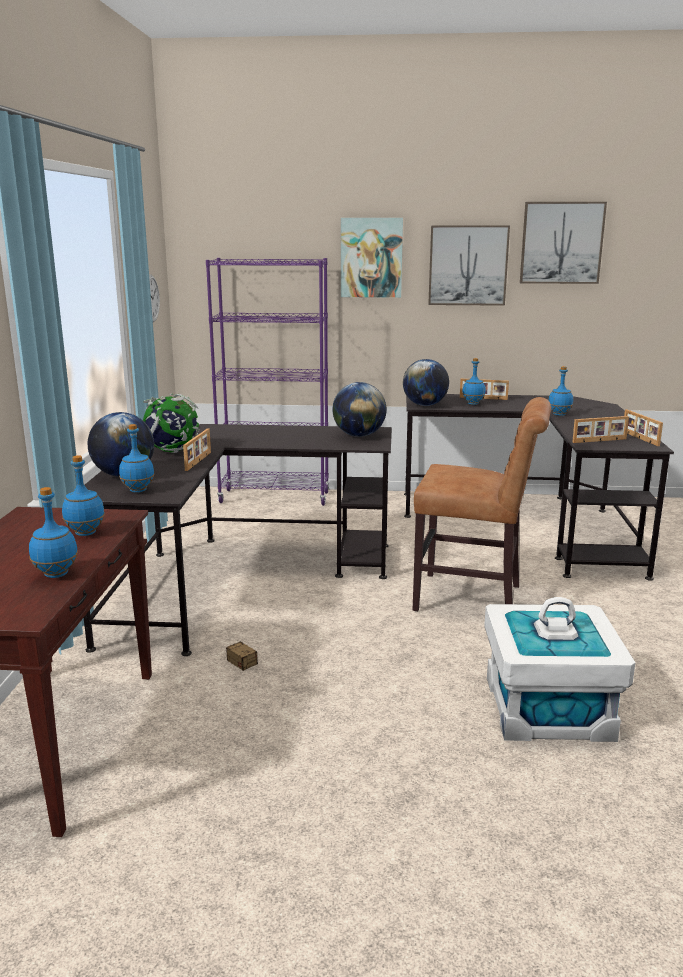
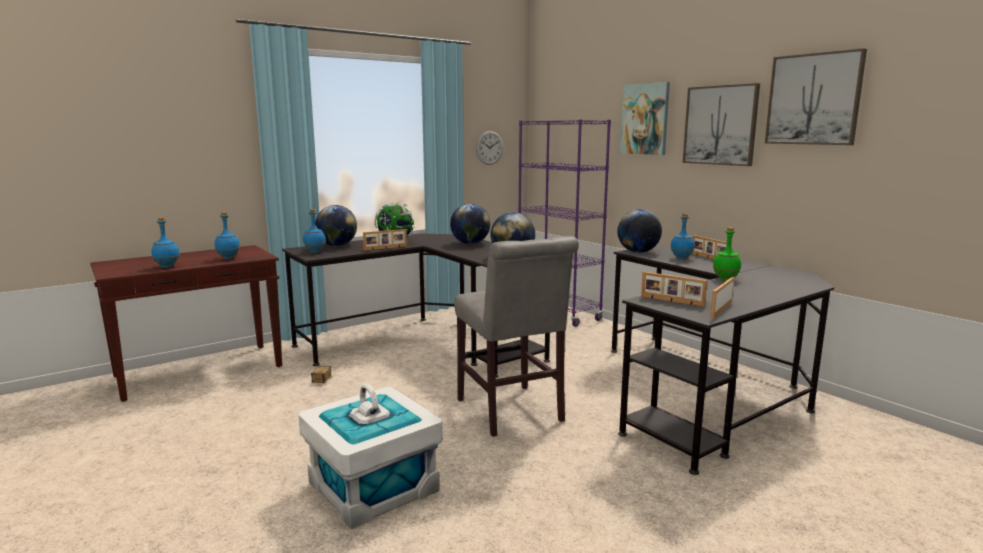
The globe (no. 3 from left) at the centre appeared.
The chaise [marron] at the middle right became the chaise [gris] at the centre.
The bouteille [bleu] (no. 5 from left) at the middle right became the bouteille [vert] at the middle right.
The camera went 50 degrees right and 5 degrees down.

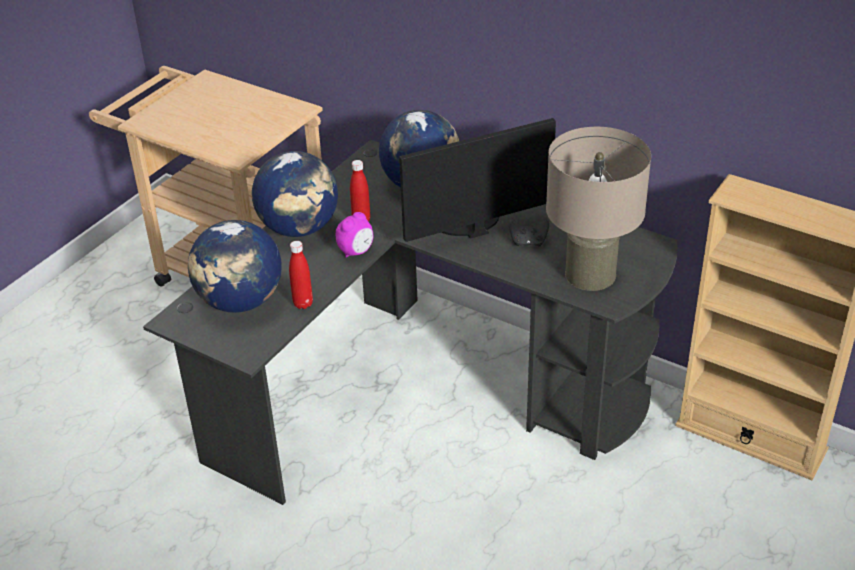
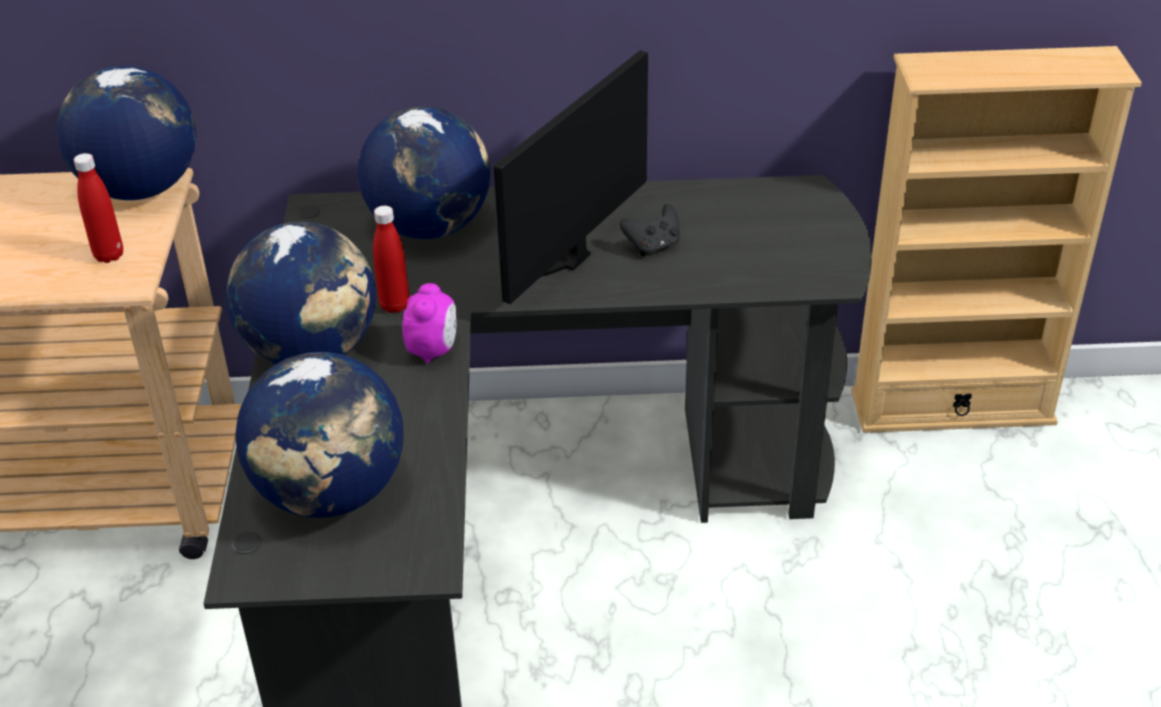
The globe (no. 1 from left) at the top left appeared.
The bouteille [rouge] (no. 1 from left) moved from the centre to the top left.
The lampe de table [beige] at the middle right disappeared.
The camera went 35 degrees left and 0 degrees up.

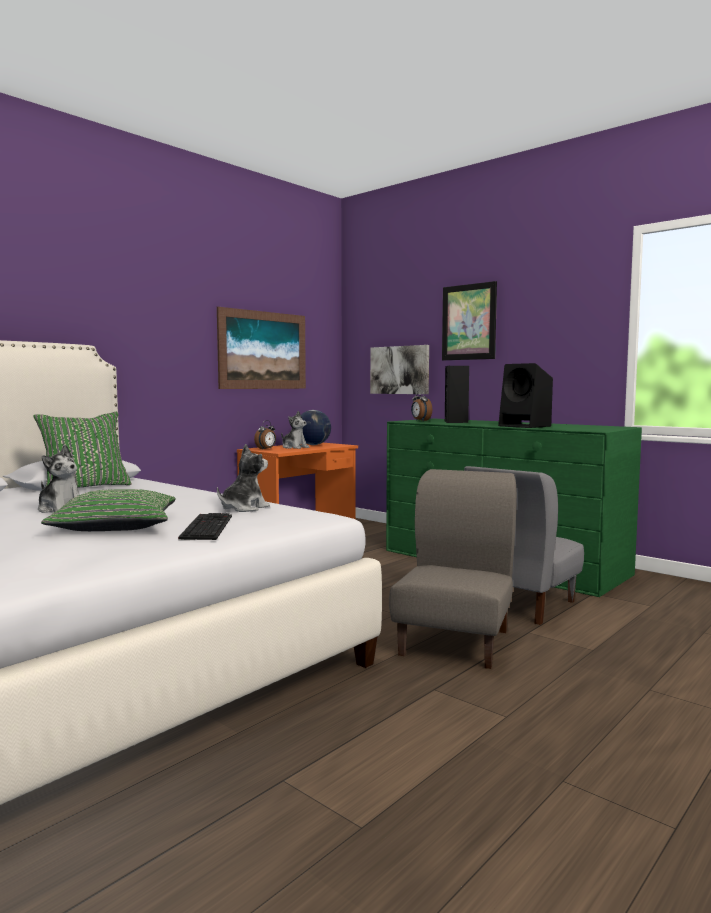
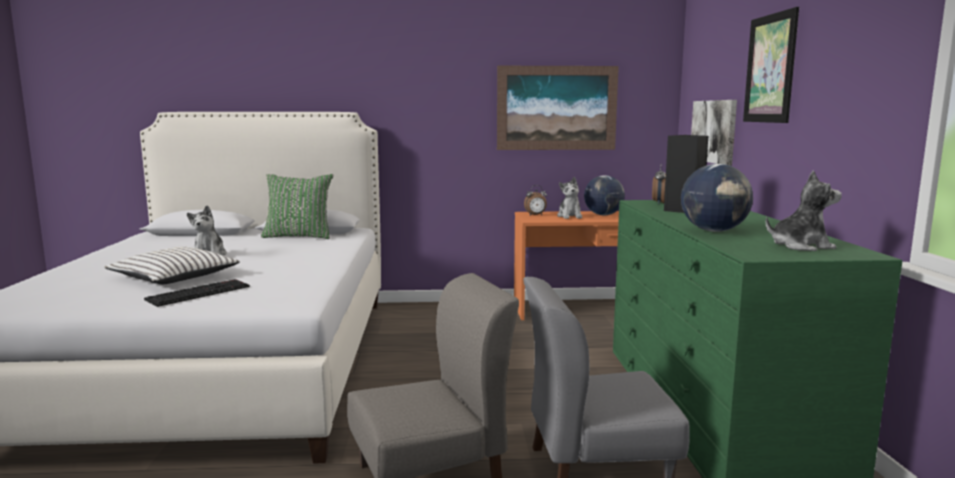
The coussin [vert] (no. 2 from left) at the middle left became the coussin [blanc] at the middle left.
The enceinte [noir] (no. 2 from left) at the middle right was replaced by the globe (no. 2 from left) at the middle right.
The peluche (no. 2 from left in the first image) moved from the centre to the middle right.
The camera went 45 degrees right and 5 degrees up.

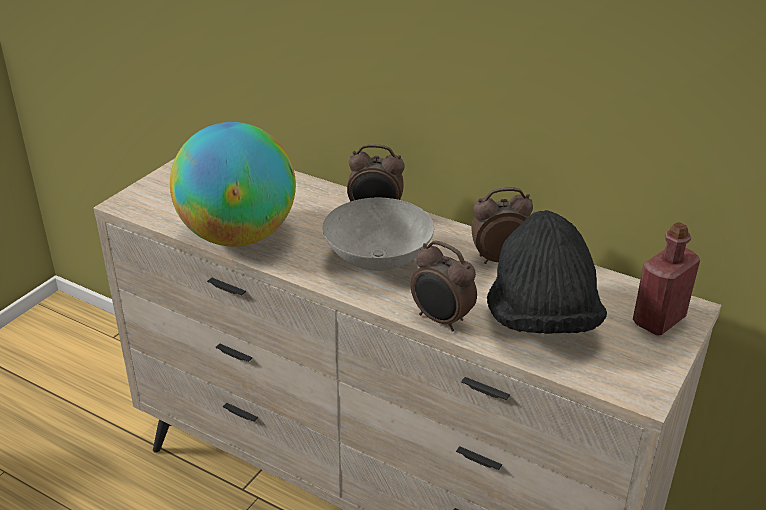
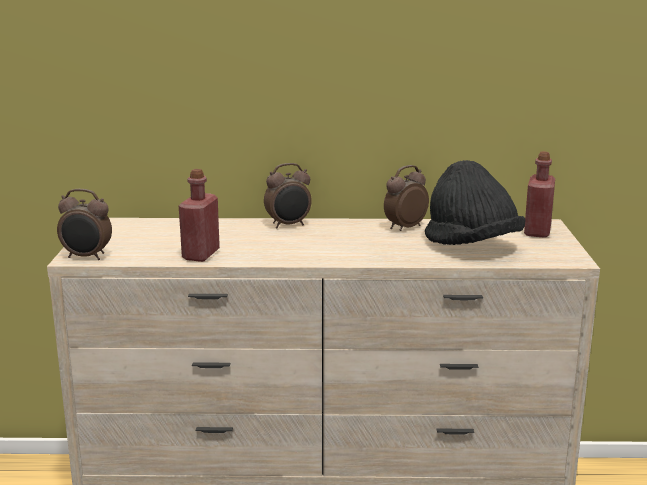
The réveil (no. 2 from left in the first image) moved from the centre to the middle left.
The globe at the middle left was replaced by the bouteille [rouge] (no. 1 from left) at the middle left.
The bol [gris] at the centre disappeared.
The camera went 30 degrees left and 15 degrees down.

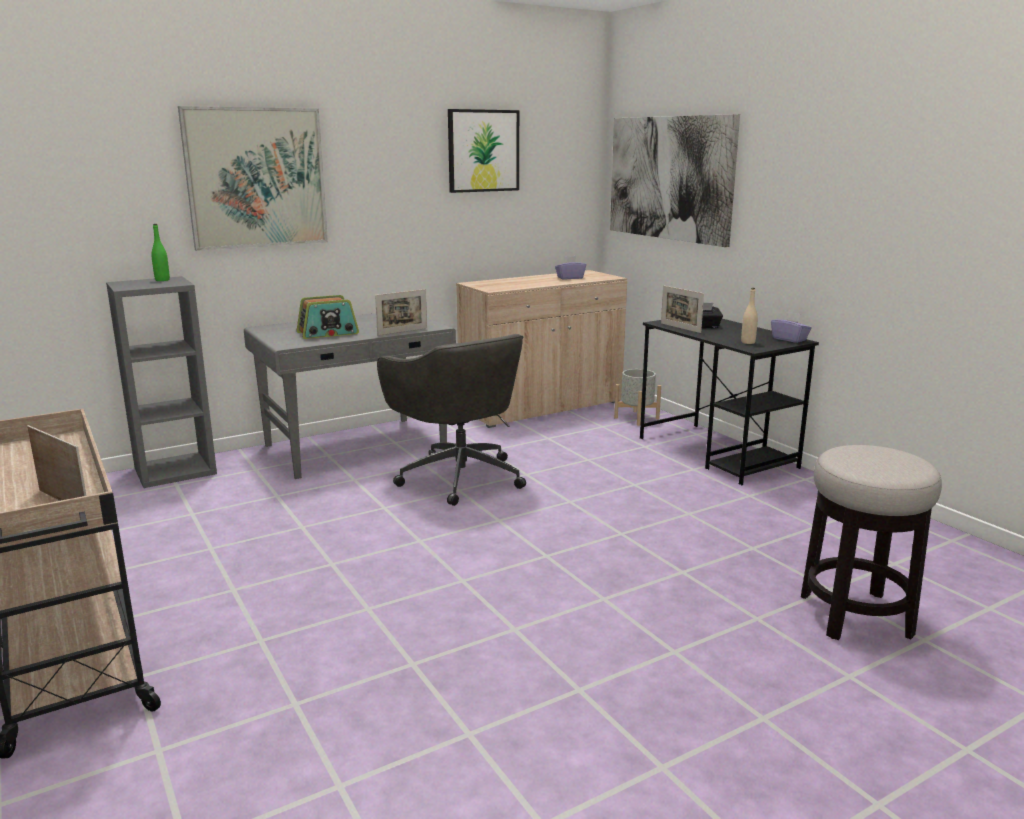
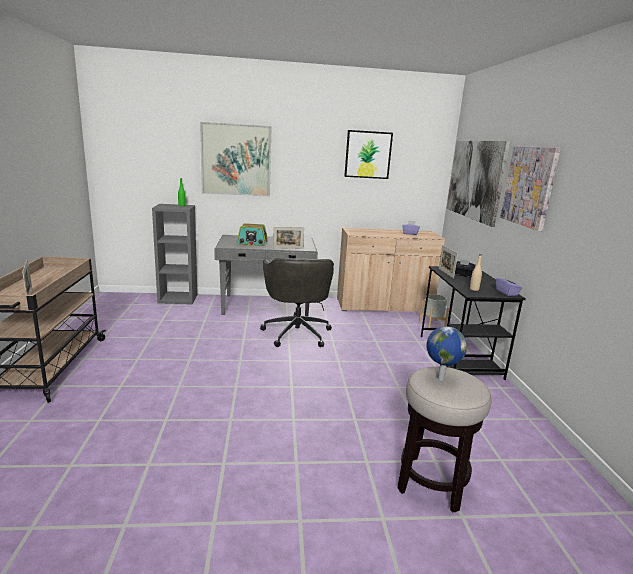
The globe at the middle right appeared.
The tableau (no. 4 from left) at the top right appeared.
The camera went 25 degrees right and 0 degrees up.

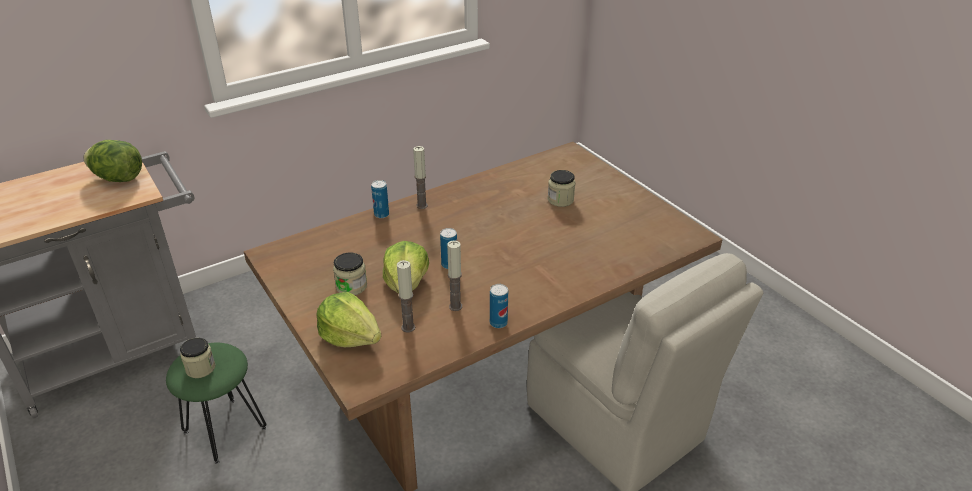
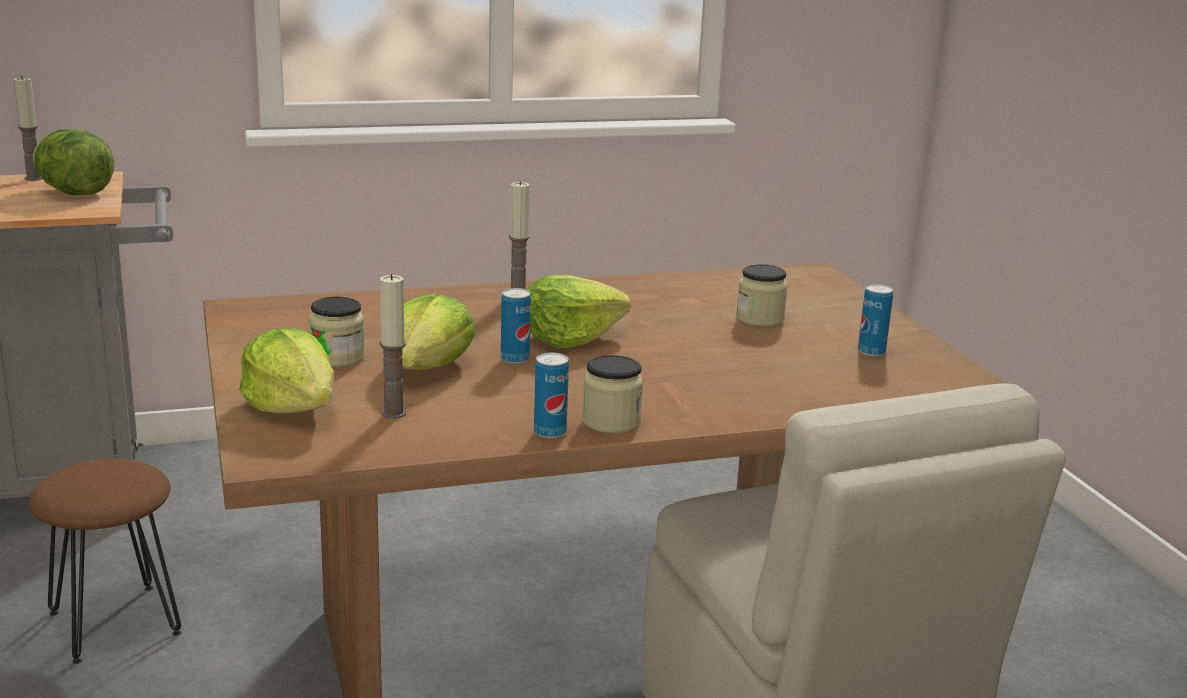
The bougie (no. 3 from left in the first image) moved from the centre to the top left.
The tabouret [vert] at the bottom left became the tabouret [marron] at the bottom left.
The laitue (no. 4 from left) at the centre appeared.
The bocal (no. 1 from left in the first image) moved from the bottom left to the centre.
The boîte métallique (no. 1 from left in the first image) moved from the centre to the middle right.
The camera went 15 degrees right and 15 degrees down.

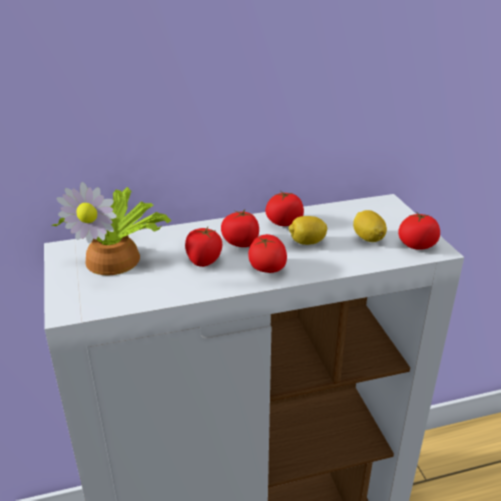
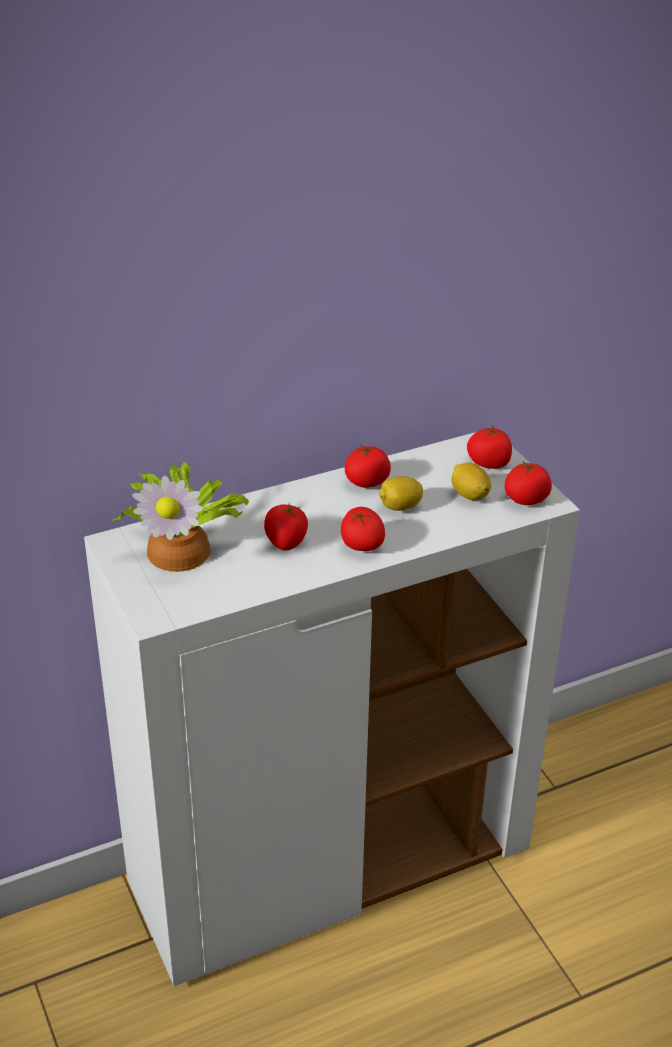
The tomate (no. 2 from left in the first image) moved from the centre to the middle right.
The camera went 10 degrees left and 5 degrees up.

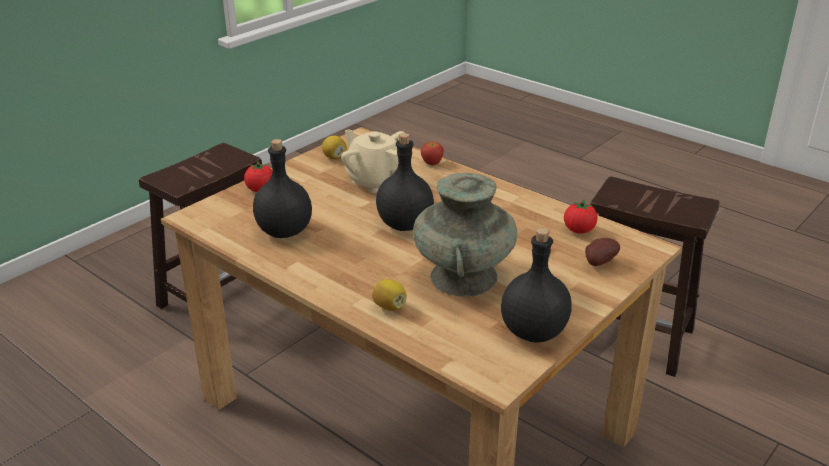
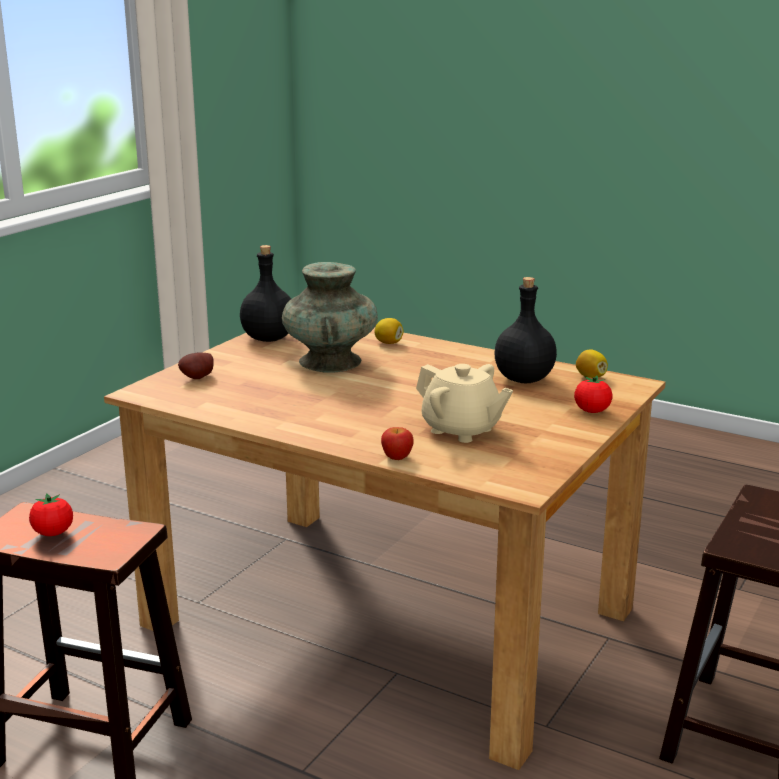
The tomate (no. 2 from left in the first image) moved from the middle right to the middle left.
The citron (no. 1 from left in the first image) moved from the top centre to the middle right.
The bouteille [noir] (no. 2 from left) at the centre disappeared.
The camera went 170 degrees right and 10 degrees down.

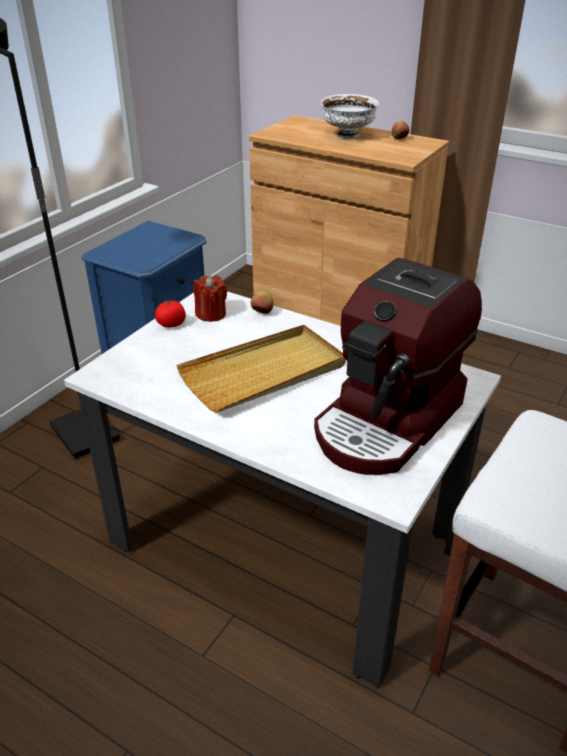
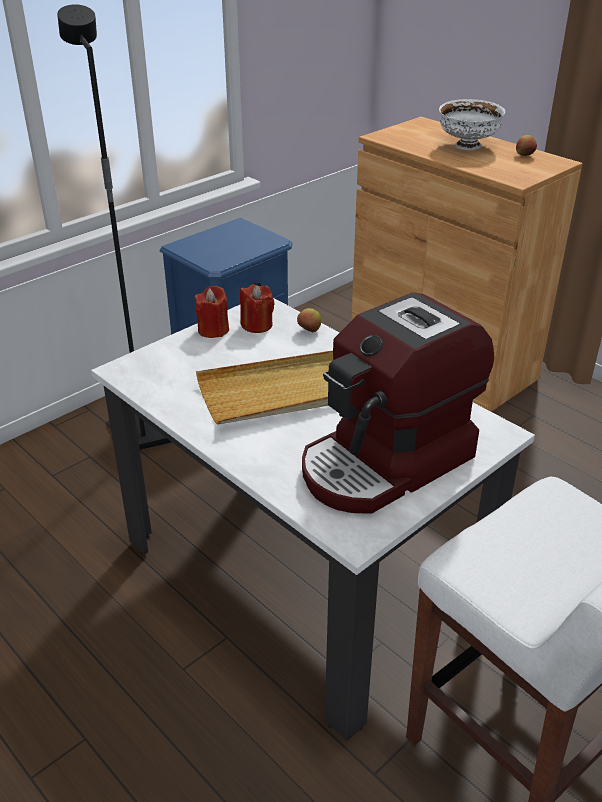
The tomate at the middle left was replaced by the bougie [rouge] (no. 1 from left) at the centre.
The camera went 15 degrees right and 0 degrees up.

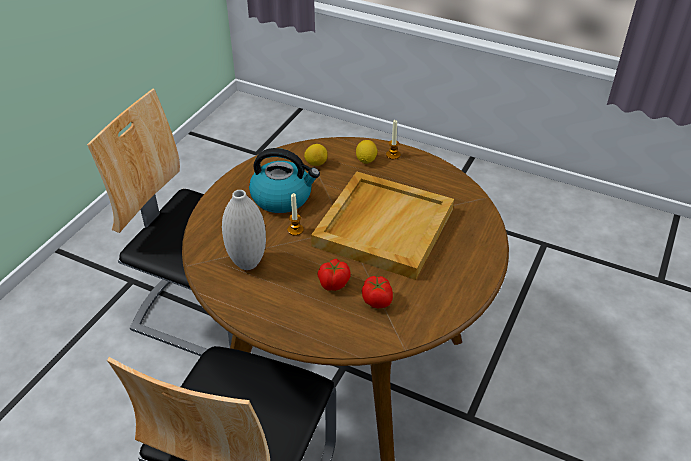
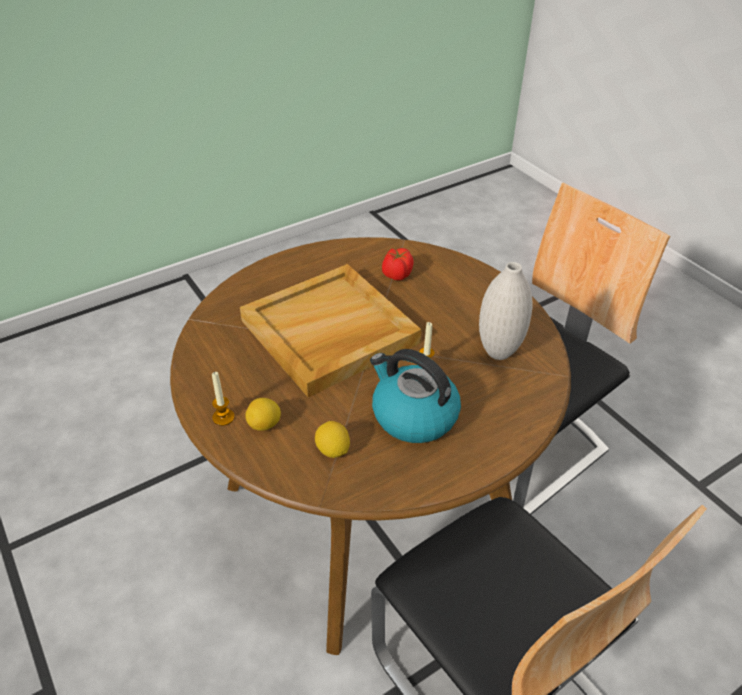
The tomate (no. 1 from left) at the centre disappeared.
The camera went 150 degrees left and 0 degrees up.

